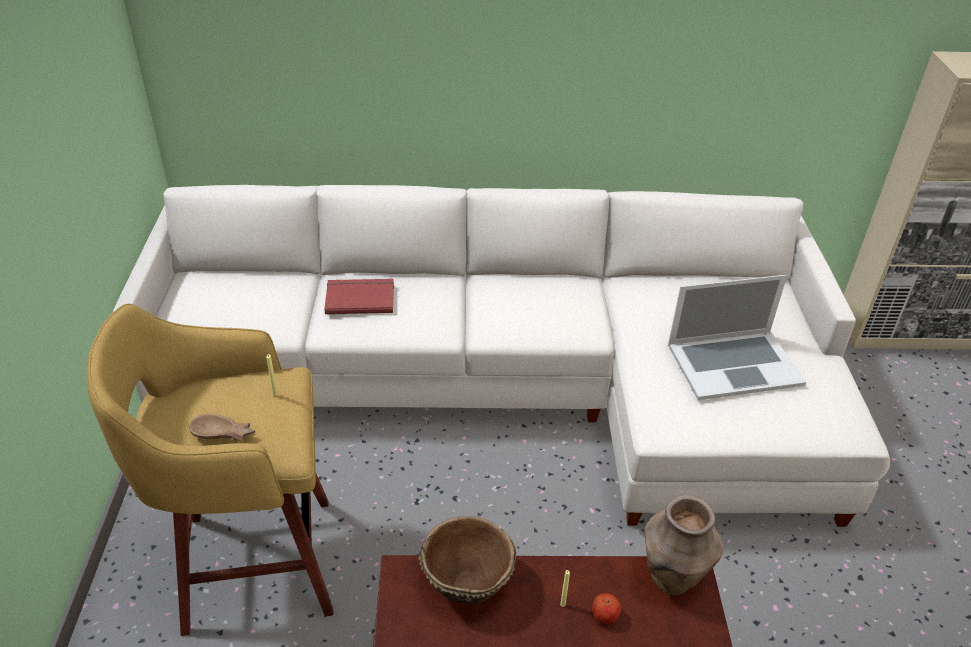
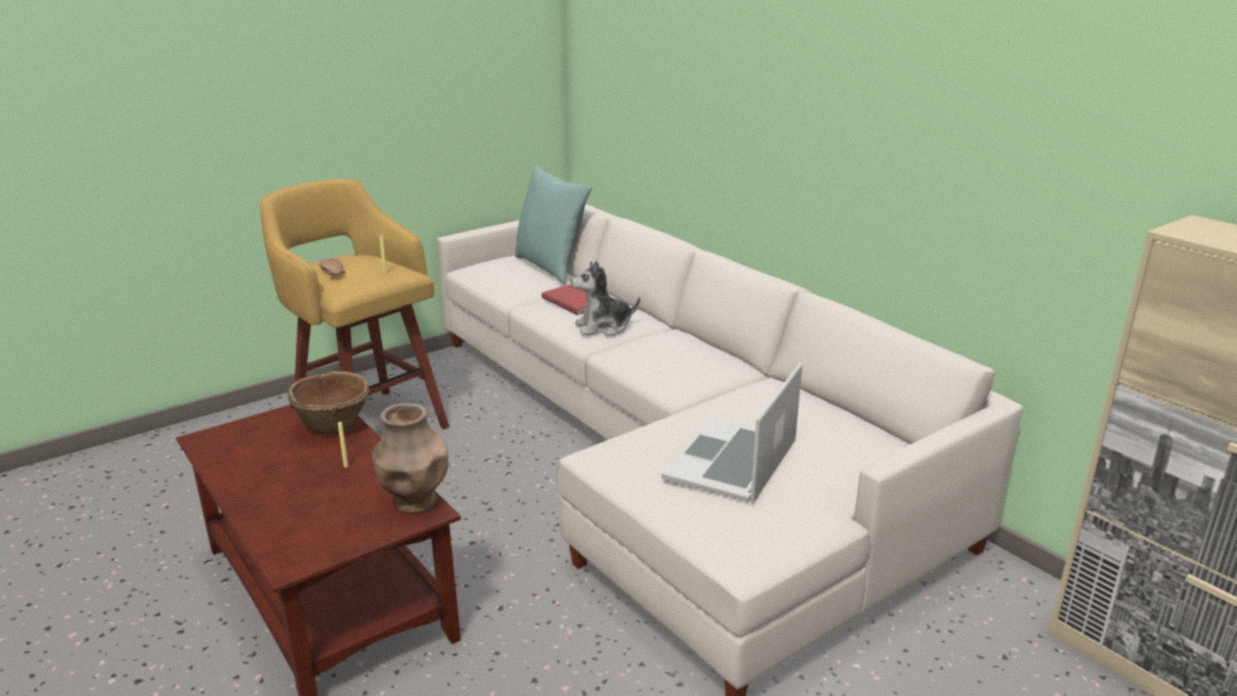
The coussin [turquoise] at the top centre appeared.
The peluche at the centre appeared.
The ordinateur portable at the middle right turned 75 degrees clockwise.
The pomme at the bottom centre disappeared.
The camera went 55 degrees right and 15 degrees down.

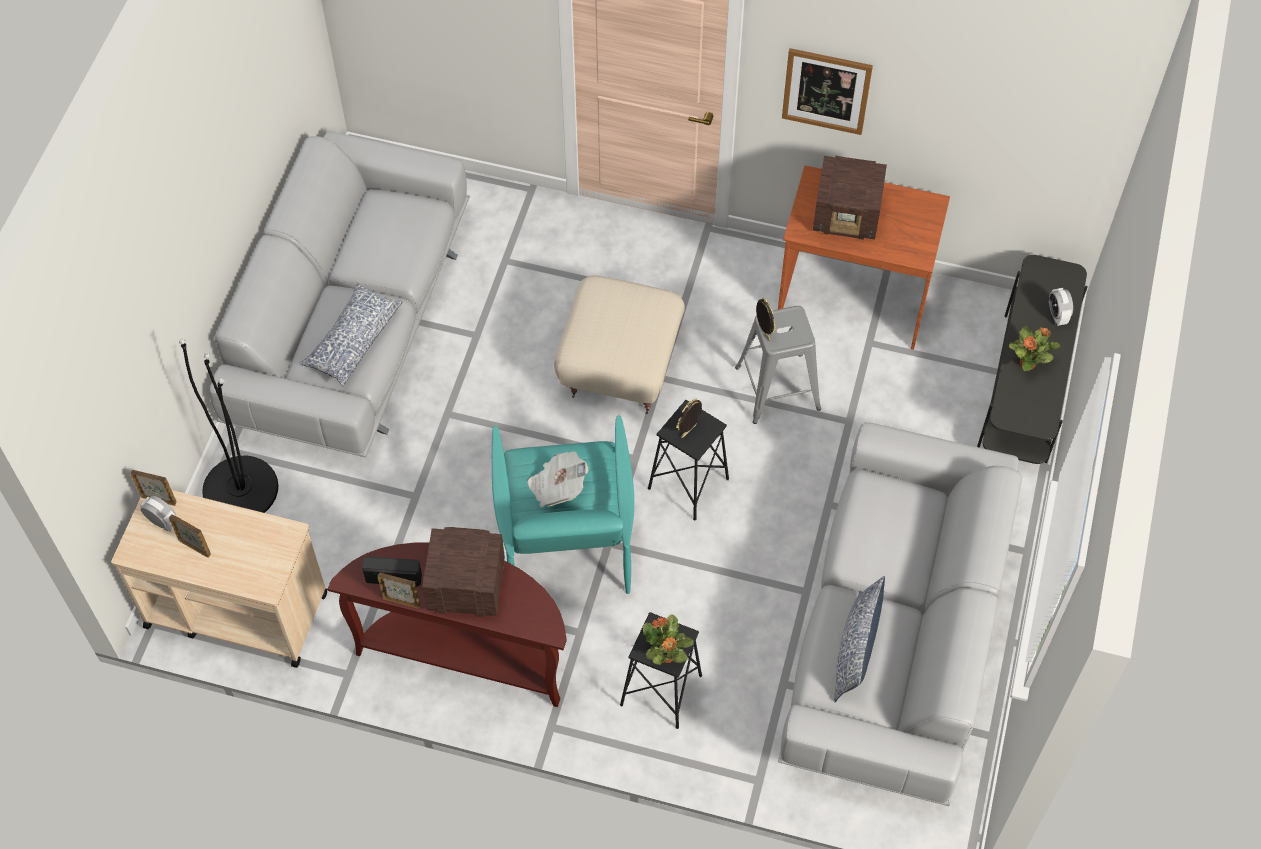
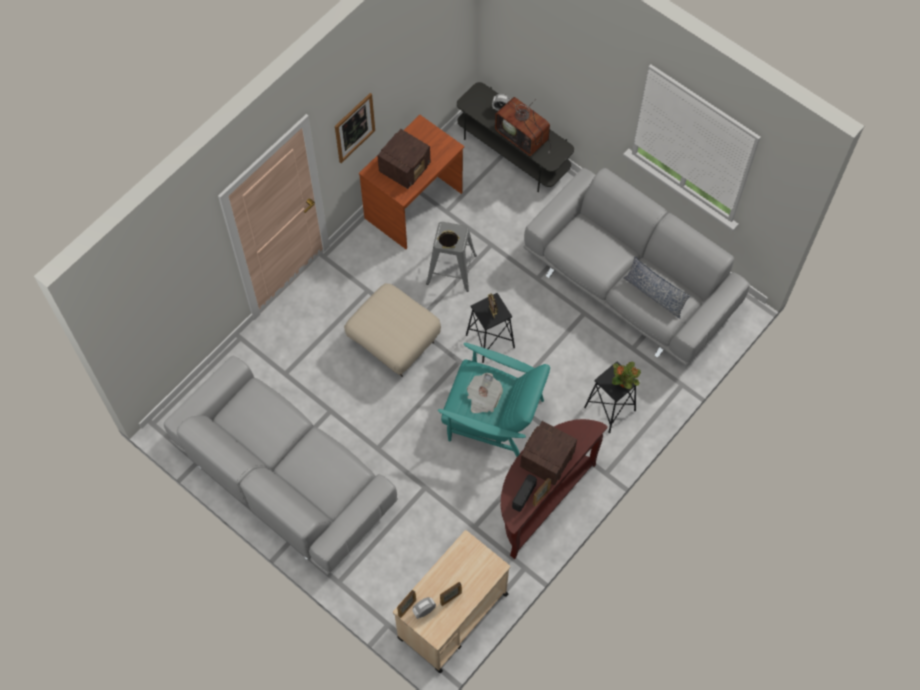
The plante en pot (no. 2 from left) at the middle right was replaced by the téléviseur at the top centre.
The lampadaire [noir] at the middle left disappeared.
The coussin (no. 1 from left) at the middle left disappeared.
The camera went 65 degrees left and 5 degrees up.

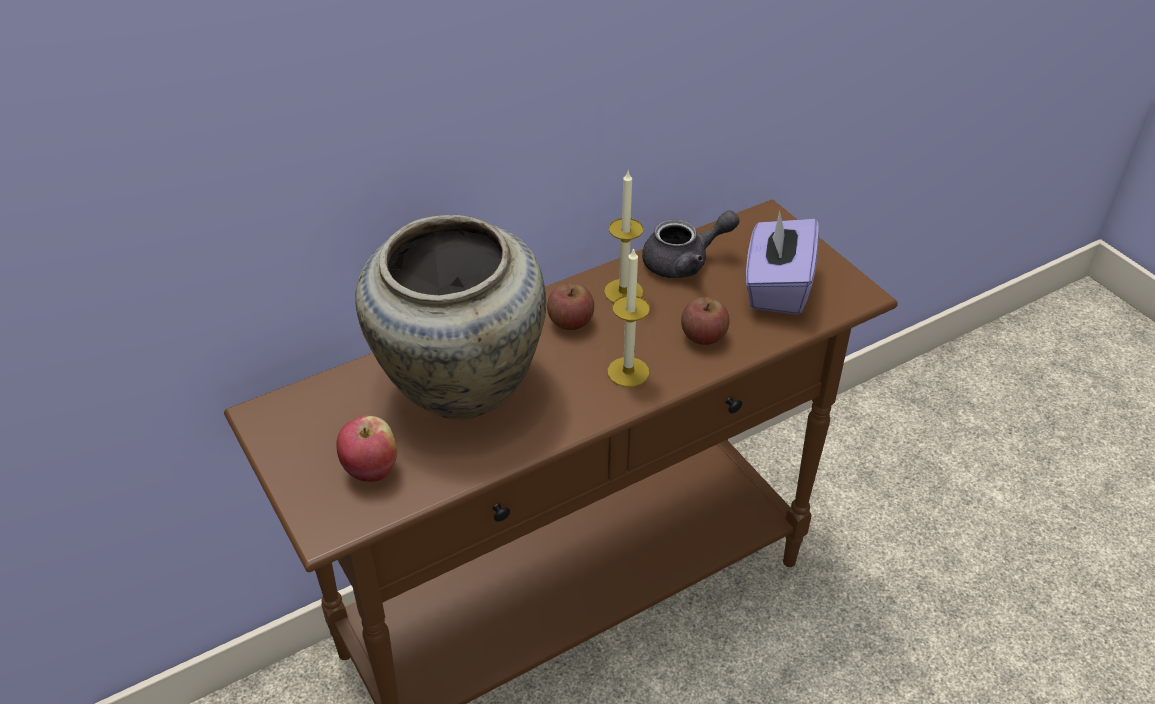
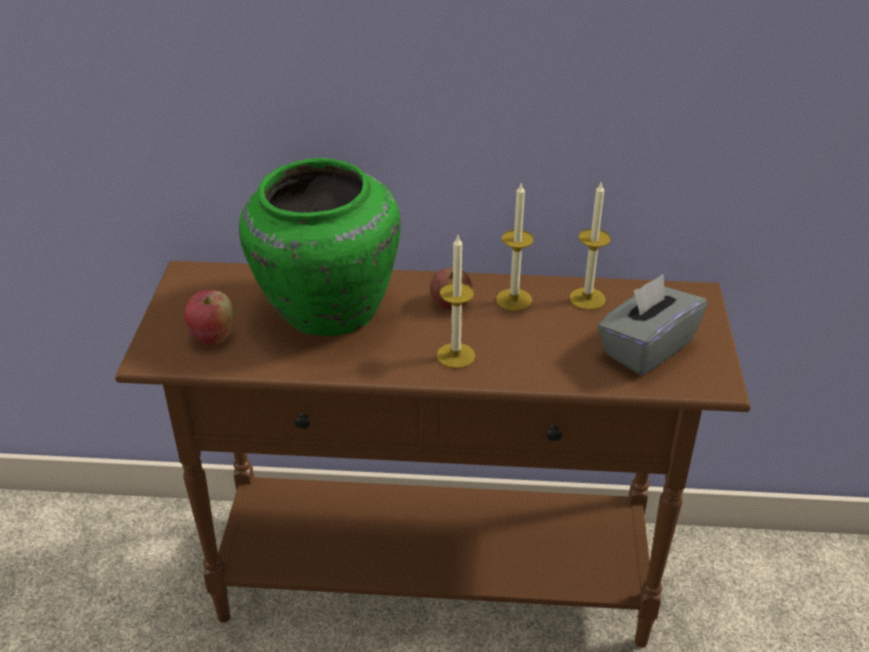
The vase [beige] at the centre became the vase [vert] at the centre.
The théière [gris] at the centre was replaced by the bougie (no. 3 from left) at the middle right.
The boîte à mouchoirs [violet] at the middle right became the boîte à mouchoirs [gris] at the middle right.
The pomme (no. 3 from left) at the centre disappeared.
The camera went 35 degrees right and 5 degrees down.

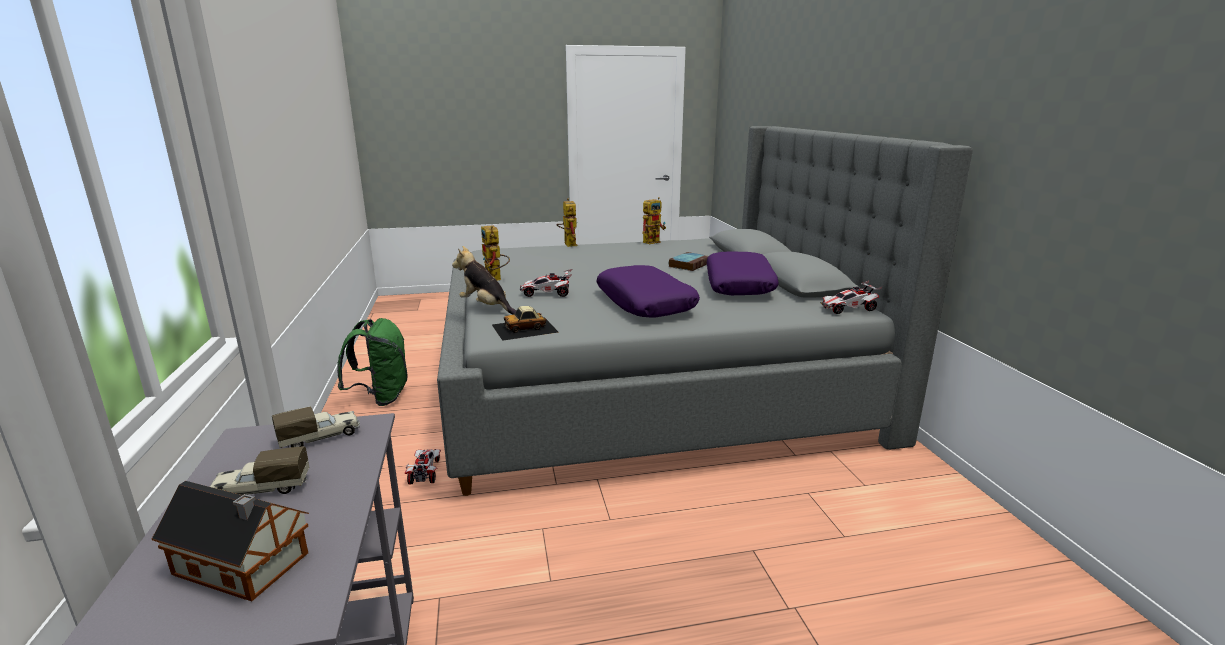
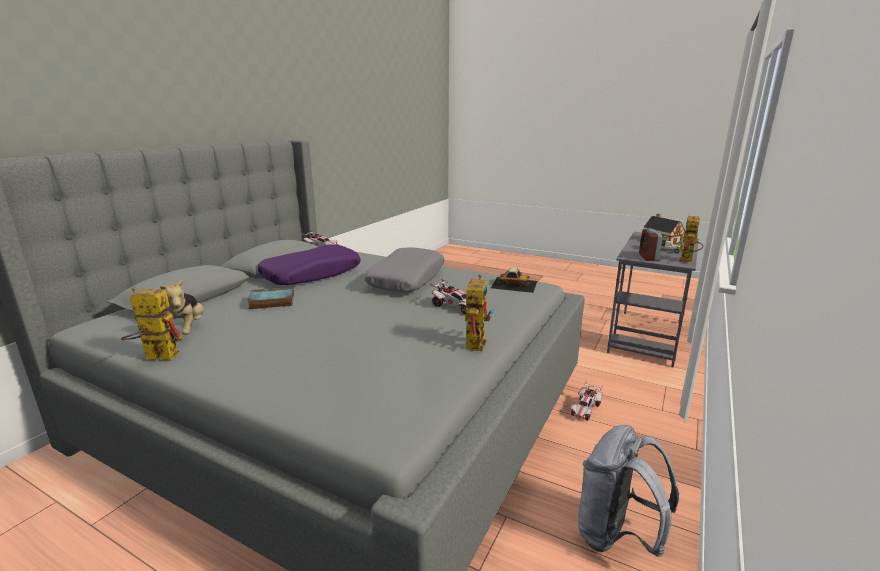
The peluche moved from the centre to the middle left.
The coussin [violet] (no. 1 from left) at the centre became the coussin [gris] at the centre.
The sac à dos [vert] at the middle left became the sac à dos [gris] at the bottom right.
The camion jouet (no. 2 from left) at the middle left was replaced by the réveil at the middle right.
The robot jouet (no. 2 from left in the first image) moved from the centre to the middle right.
The camera went 140 degrees left and 0 degrees up.

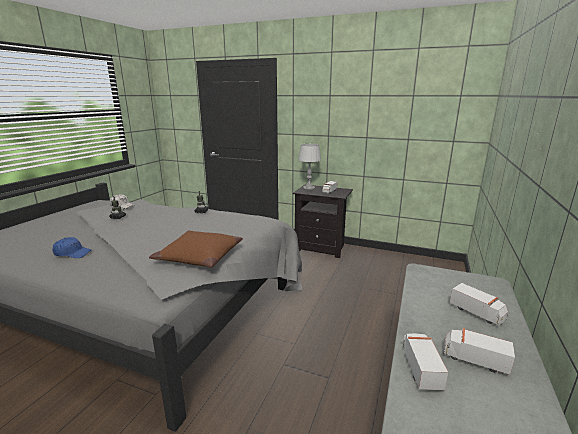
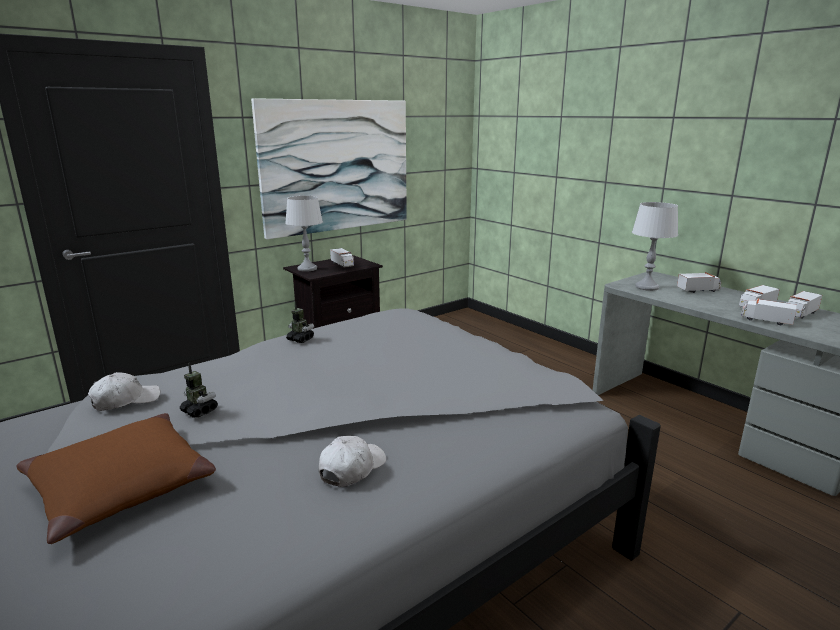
The coussin [marron] moved from the centre to the bottom left.
The tableau at the top centre appeared.
The casquette [bleu] at the middle left became the casquette [blanc] (no. 2 from left) at the bottom centre.
The lampe de table [gris] (no. 2 from left) at the middle right appeared.
The camion jouet (no. 5 from left) at the middle right appeared.
The camera went 60 degrees left and 0 degrees up.

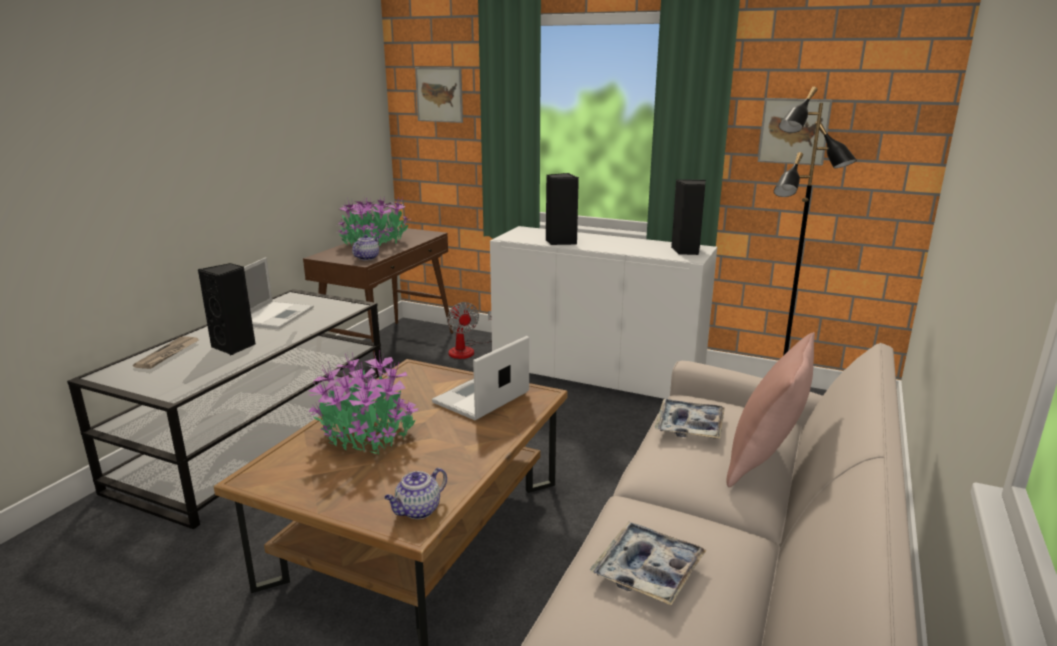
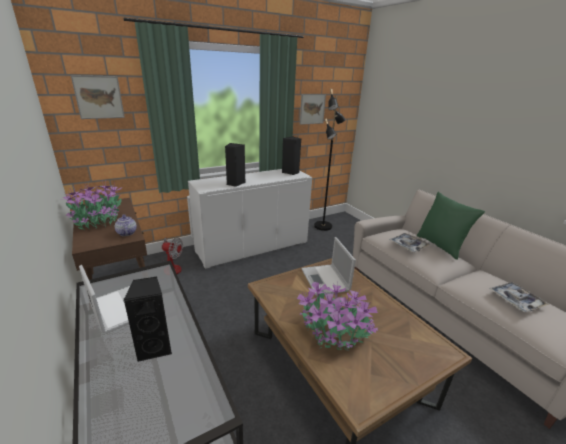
The coussin [rose] at the middle right became the coussin [vert] at the middle right.
The journal at the middle left disappeared.
The théière (no. 2 from left) at the bottom centre disappeared.
The camera went 55 degrees left and 5 degrees up.

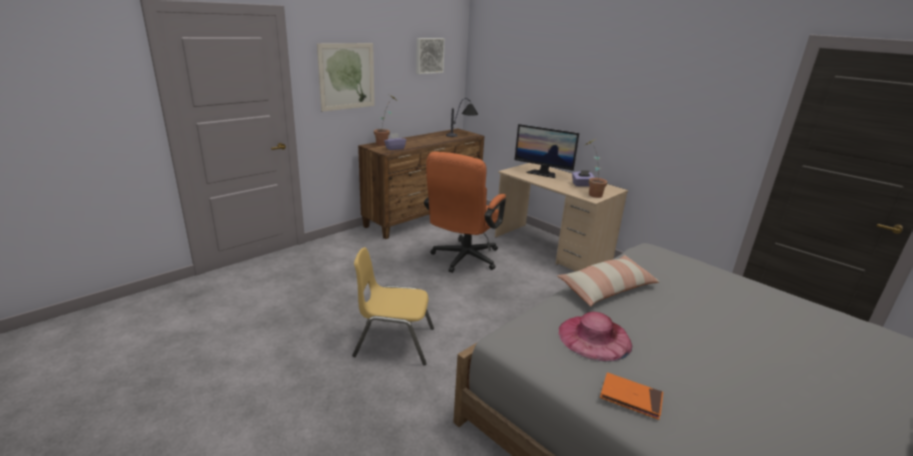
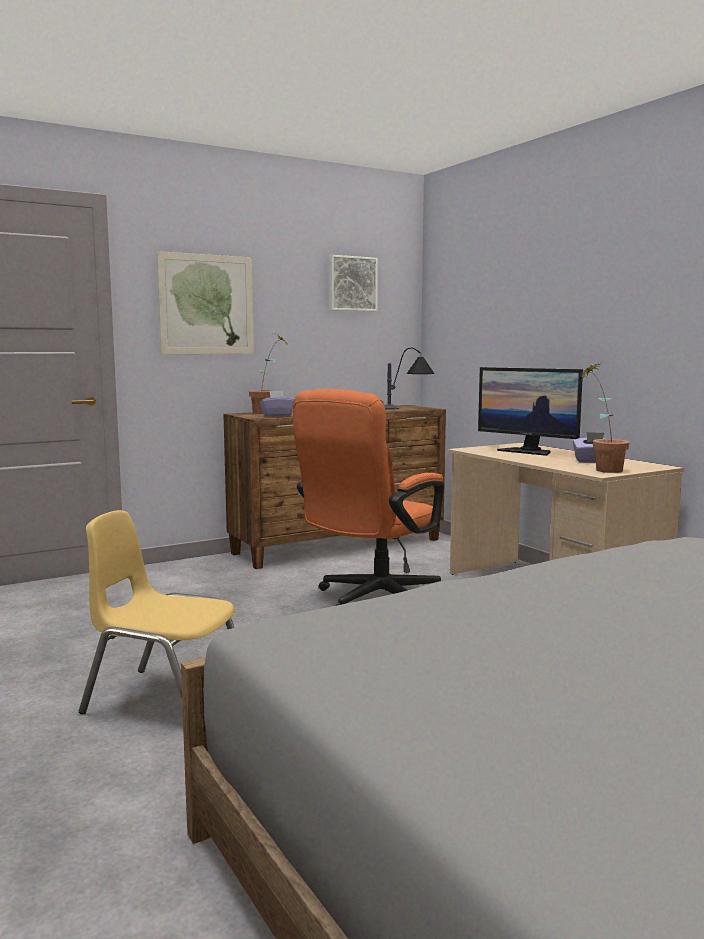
The coussin at the centre disappeared.
The chapeau [rose] at the bottom centre disappeared.
The livre [orange] at the bottom right disappeared.
The camera went 15 degrees right and 15 degrees down.

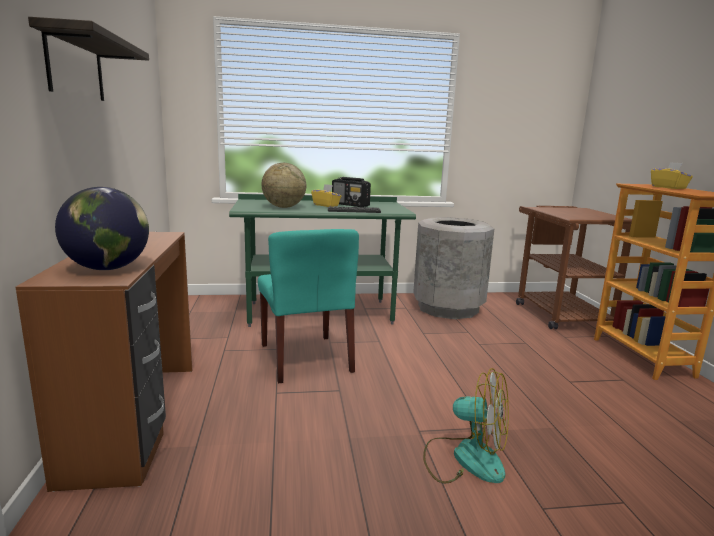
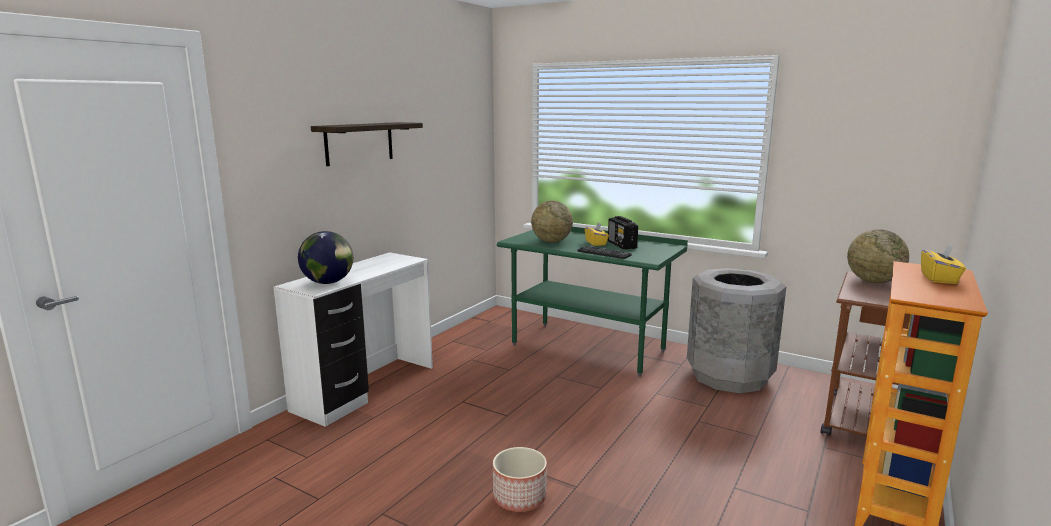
The bureau [marron] at the bottom left became the bureau [blanc] at the centre.
The ventilateur at the bottom centre was replaced by the cache-pot at the bottom centre.
The globe (no. 3 from left) at the middle right appeared.
The chaise [turquoise] at the centre disappeared.
The camera went 40 degrees right and 0 degrees up.

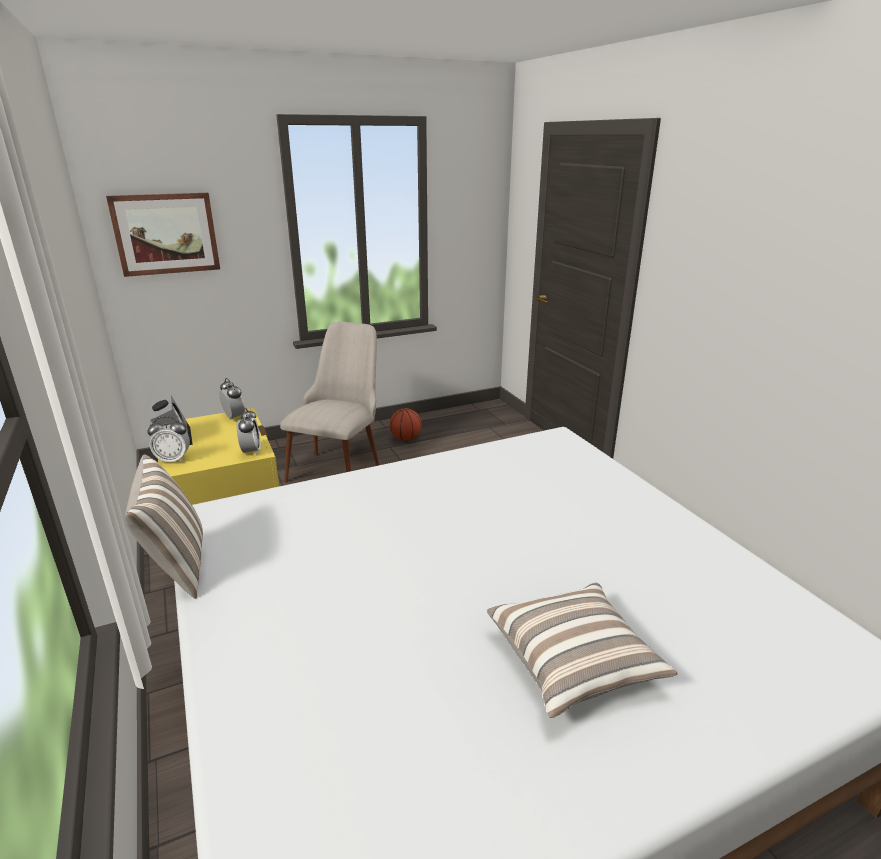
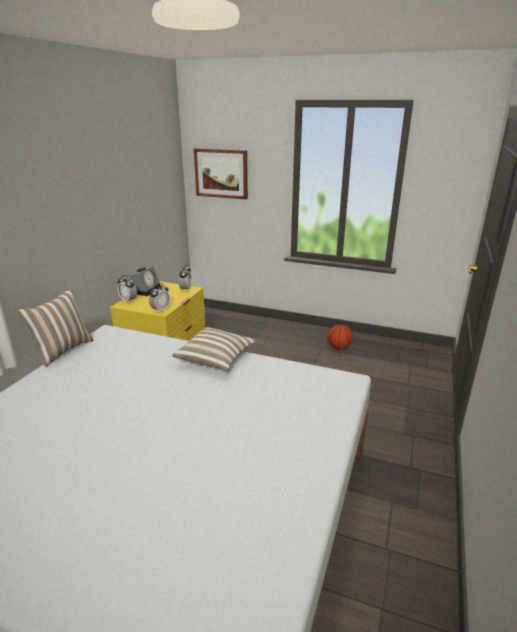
The coussin (no. 2 from left) moved from the bottom centre to the centre.
The chaise [beige] at the centre disappeared.
The camera went 45 degrees right and 0 degrees up.

